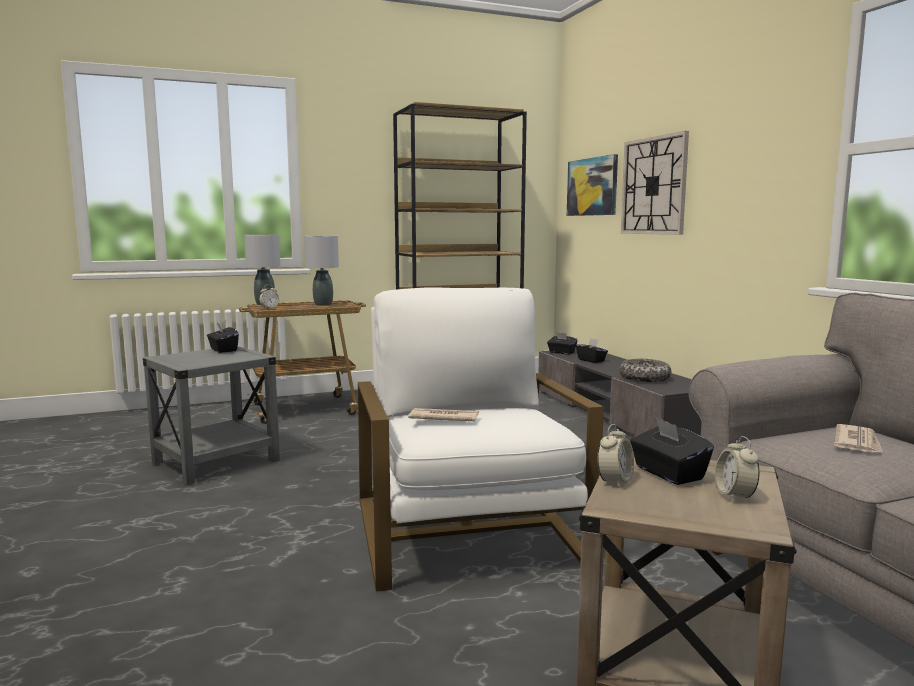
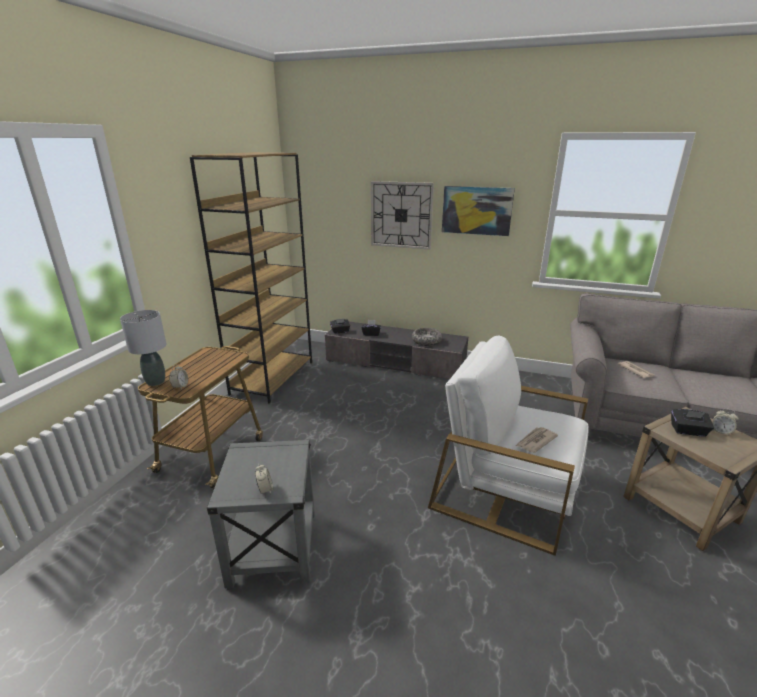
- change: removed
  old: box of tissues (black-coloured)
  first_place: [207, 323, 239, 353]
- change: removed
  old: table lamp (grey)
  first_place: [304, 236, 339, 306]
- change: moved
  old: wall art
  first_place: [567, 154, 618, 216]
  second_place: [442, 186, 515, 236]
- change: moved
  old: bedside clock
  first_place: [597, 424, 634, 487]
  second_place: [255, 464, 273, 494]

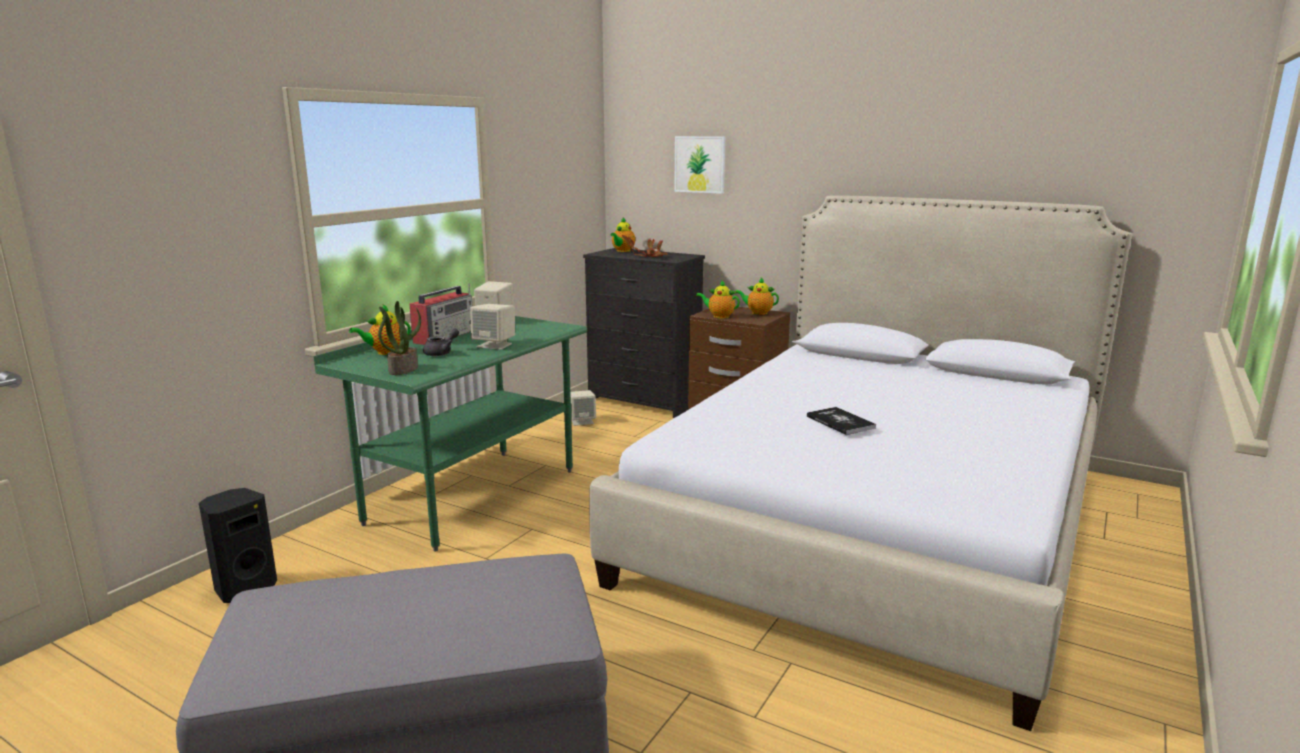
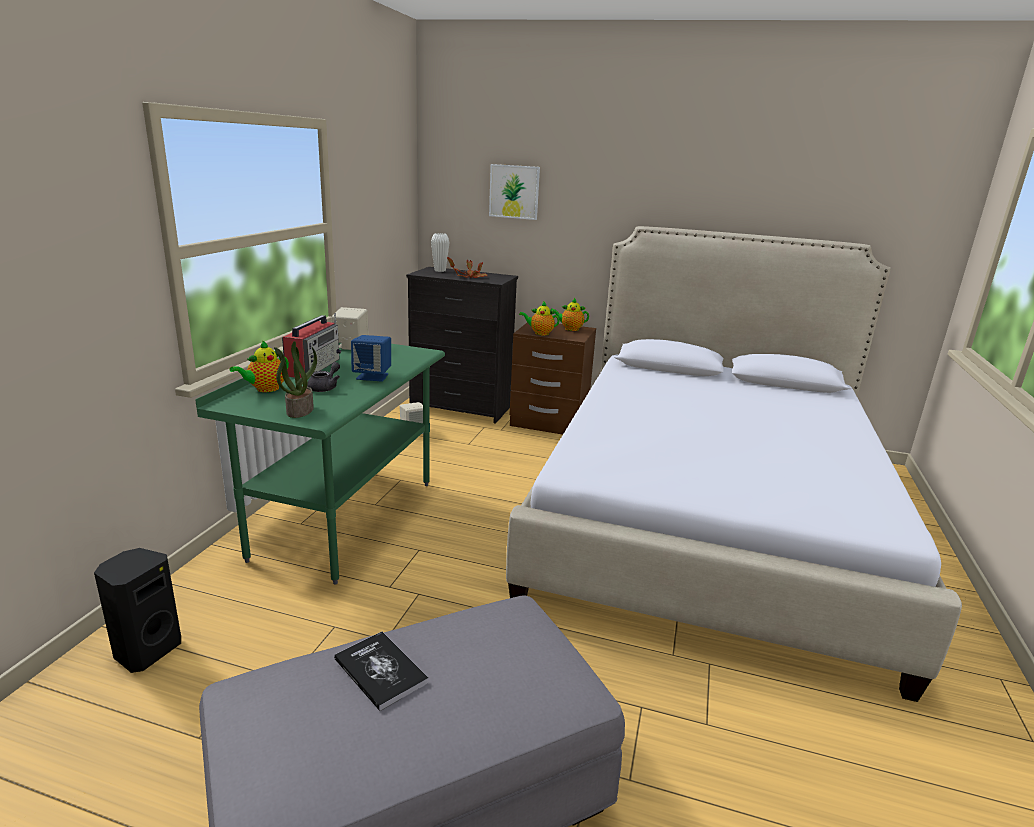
- change: moved
  old: volume
  first_place: [807, 407, 876, 435]
  second_place: [334, 632, 429, 711]
- change: replaced
  old: tea pot
  new: decorative vase (white)
  first_place: [611, 217, 635, 252]
  second_place: [431, 233, 450, 272]
- change: recoloured
  old: audio speaker (beige)
  new: audio speaker (blue)
  first_place: [470, 304, 515, 350]
  second_place: [351, 335, 391, 382]

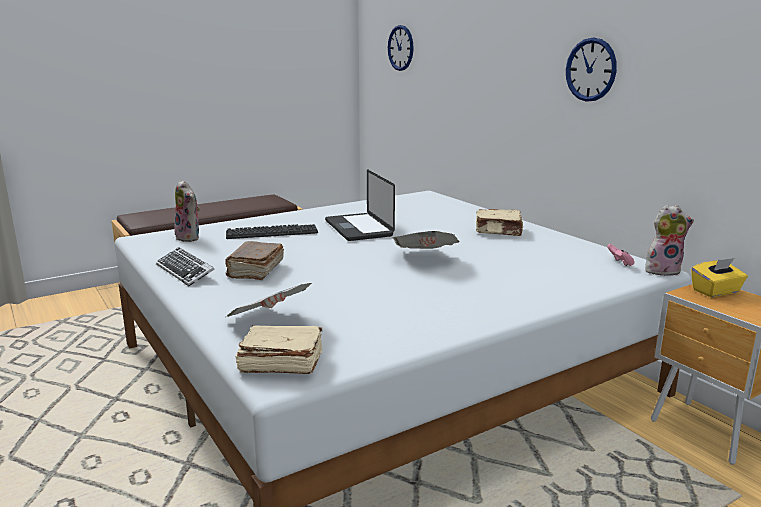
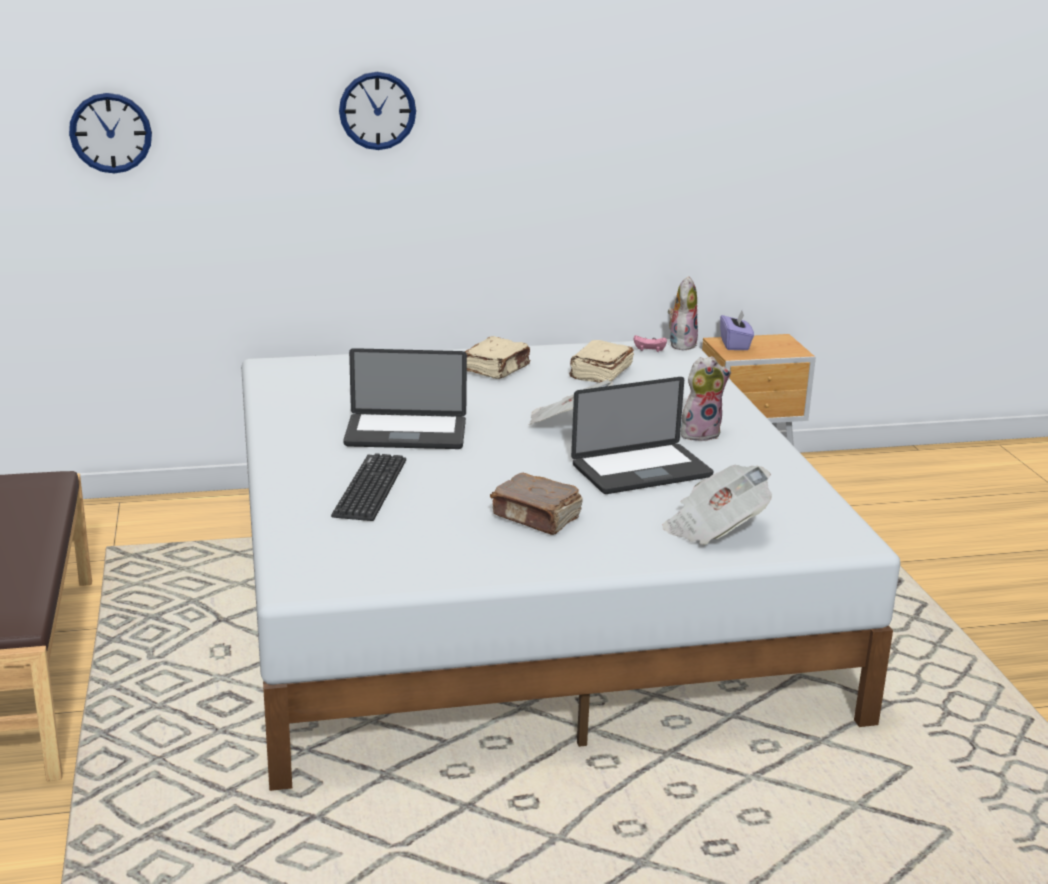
- change: removed
  old: PC keyboard
  first_place: [156, 247, 215, 286]
- change: added
  new: portable computer
  second_place: [571, 377, 713, 494]
- change: moved
  old: cuddly toy
  first_place: [174, 179, 200, 242]
  second_place: [681, 356, 731, 441]
- change: moved
  old: volume (beige)
  first_place: [235, 325, 323, 374]
  second_place: [569, 340, 634, 383]
- change: moved
  old: hanging clock
  first_place: [566, 38, 617, 102]
  second_place: [339, 72, 416, 150]
- change: recoloured
  old: box of tissues (yellow-coloured)
  new: box of tissues (purple-coloured)
  first_place: [691, 258, 748, 297]
  second_place: [720, 311, 754, 350]

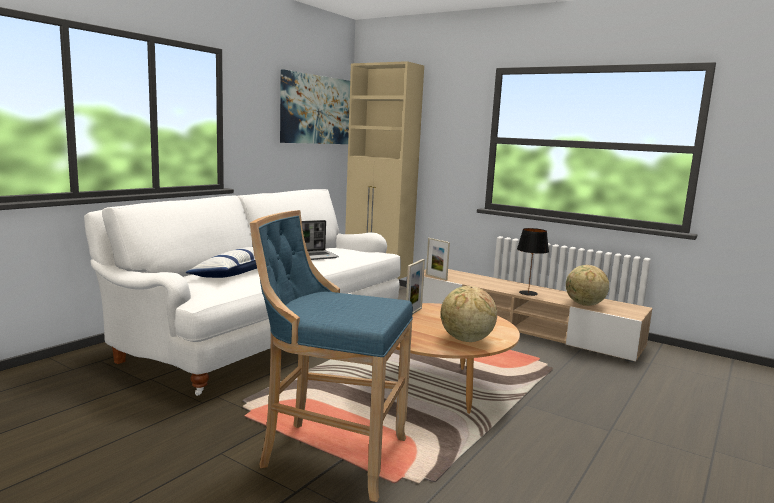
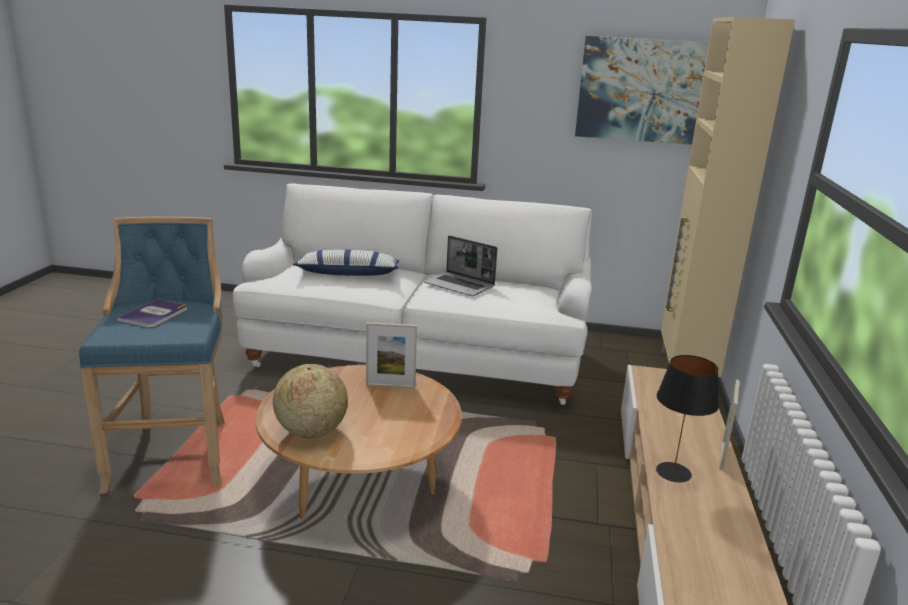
- change: removed
  old: desk globe
  first_place: [566, 265, 609, 306]
- change: added
  new: volume
  second_place: [117, 299, 187, 328]
- change: moved
  old: standing frame
  first_place: [426, 238, 450, 280]
  second_place: [719, 379, 740, 470]

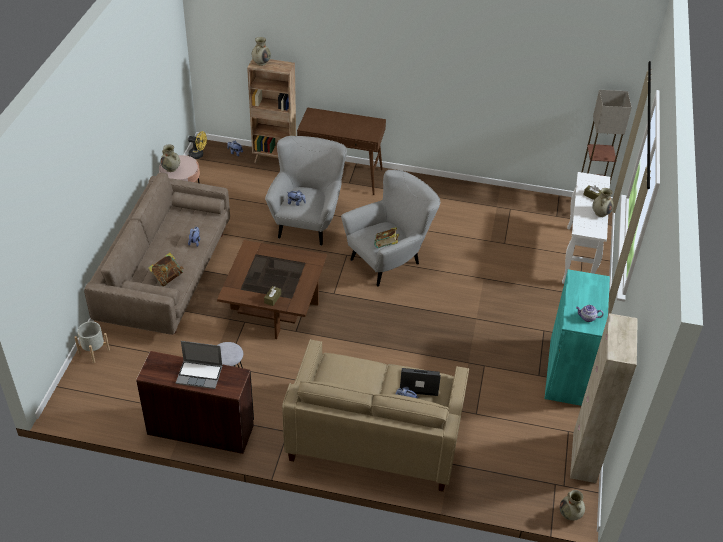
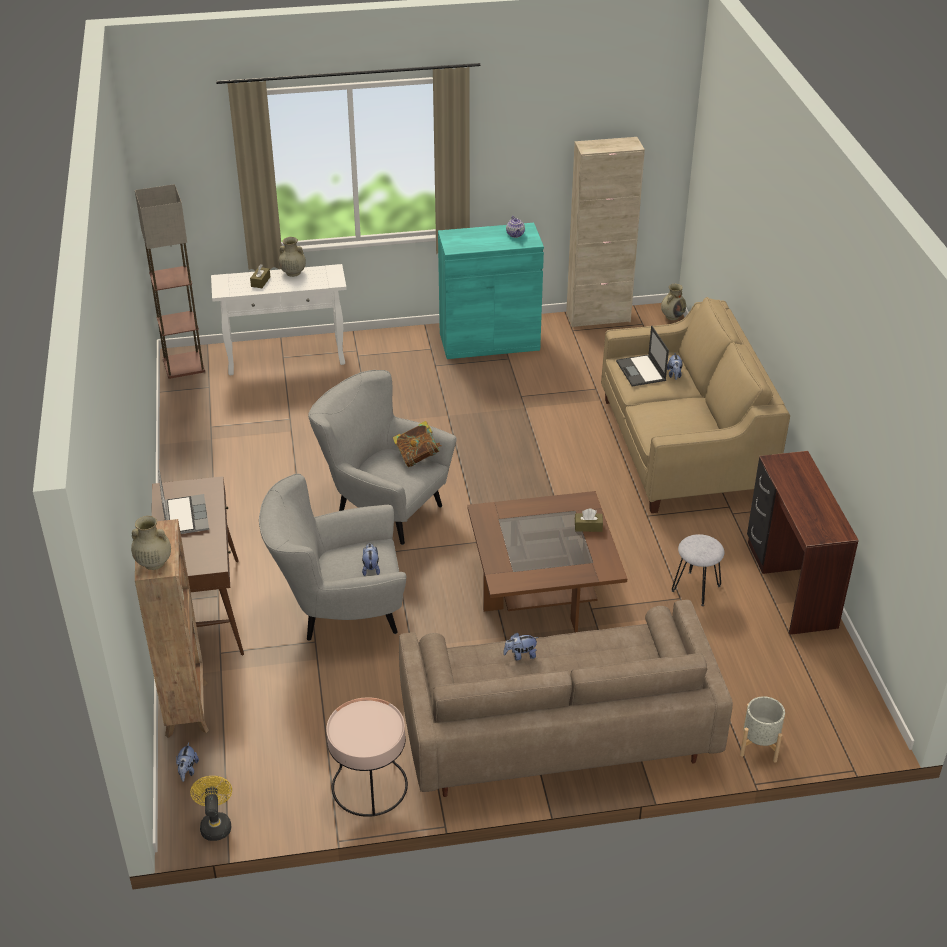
- change: removed
  old: volume
  first_place: [148, 253, 184, 286]
- change: removed
  old: decorative vase (beige)
  first_place: [161, 144, 180, 172]
- change: moved
  old: portable computer
  first_place: [176, 341, 222, 389]
  second_place: [158, 469, 209, 534]

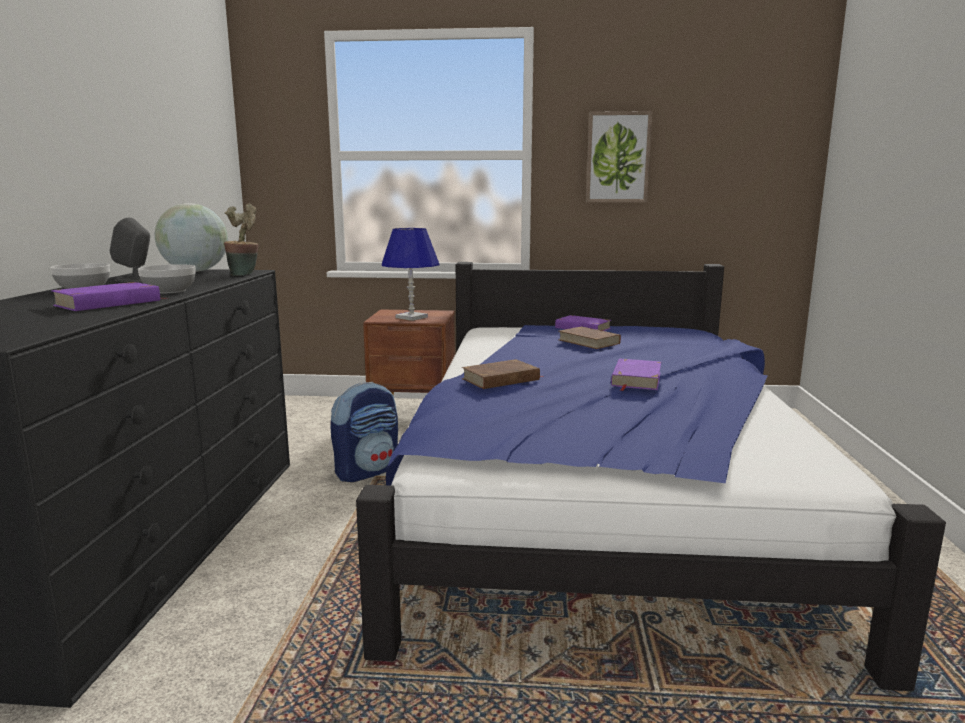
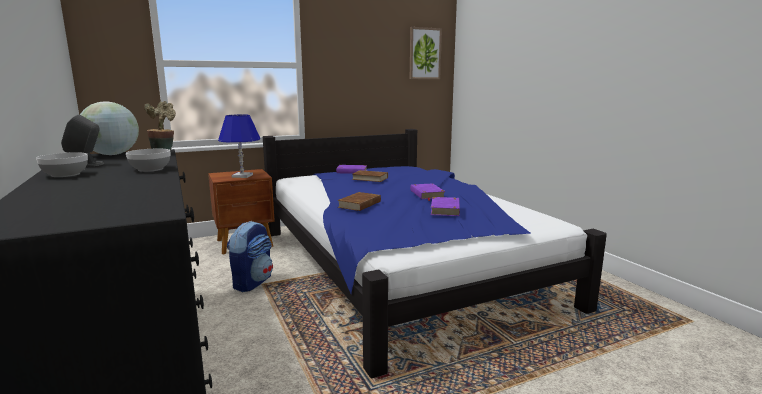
- change: moved
  old: volume (purple-coloured)
  first_place: [51, 282, 161, 311]
  second_place: [431, 197, 460, 216]
- change: moved
  old: wall art
  first_place: [586, 111, 652, 203]
  second_place: [410, 27, 442, 79]

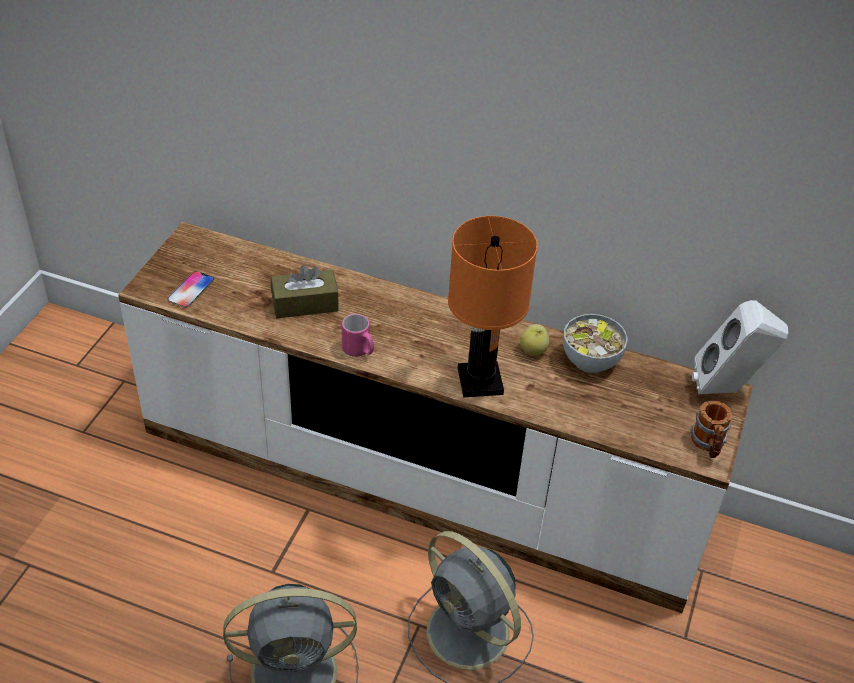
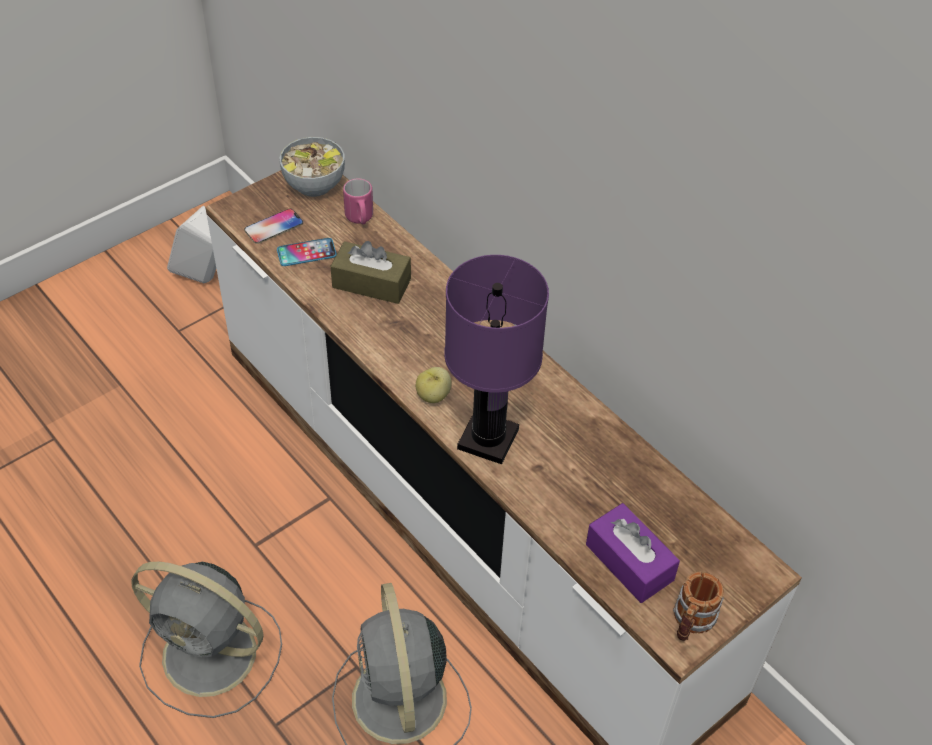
- change: added
  new: phone
  second_place: [277, 238, 337, 266]
- change: added
  new: box of tissues (purple-coloured)
  second_place: [586, 503, 680, 603]
- change: moved
  old: coffee mug (pink)
  first_place: [342, 314, 374, 357]
  second_place: [343, 179, 373, 224]
- change: moved
  old: apple
  first_place: [520, 324, 550, 355]
  second_place: [416, 367, 451, 403]
- change: moved
  old: deep dish
  first_place: [563, 314, 628, 373]
  second_place: [279, 137, 345, 197]
- change: moved
  old: audio speaker (white)
  first_place: [692, 300, 788, 395]
  second_place: [167, 206, 216, 283]
- change: recoloured
  old: table lamp (orangey)
  new: table lamp (purple-coloured)
  first_place: [448, 216, 538, 397]
  second_place: [445, 255, 549, 464]

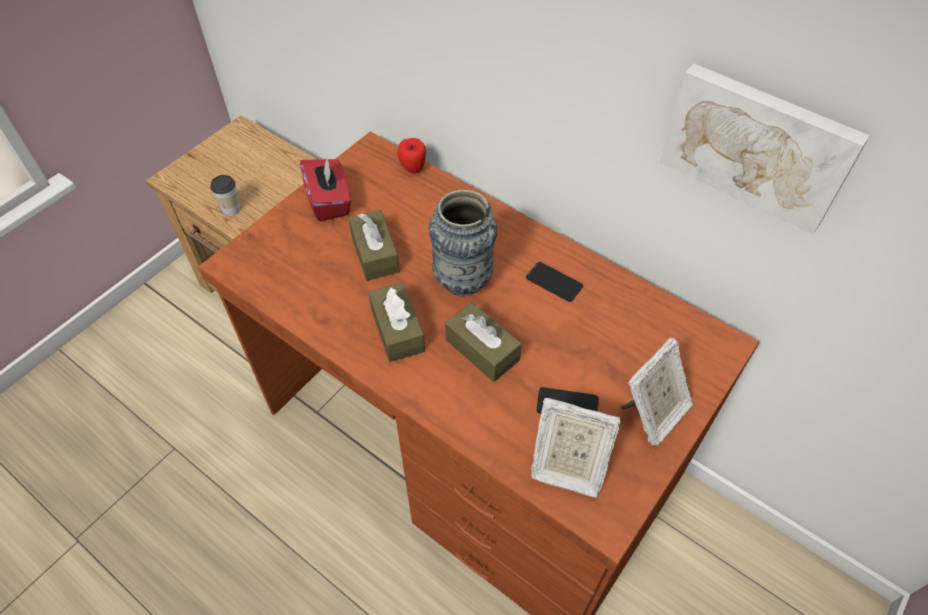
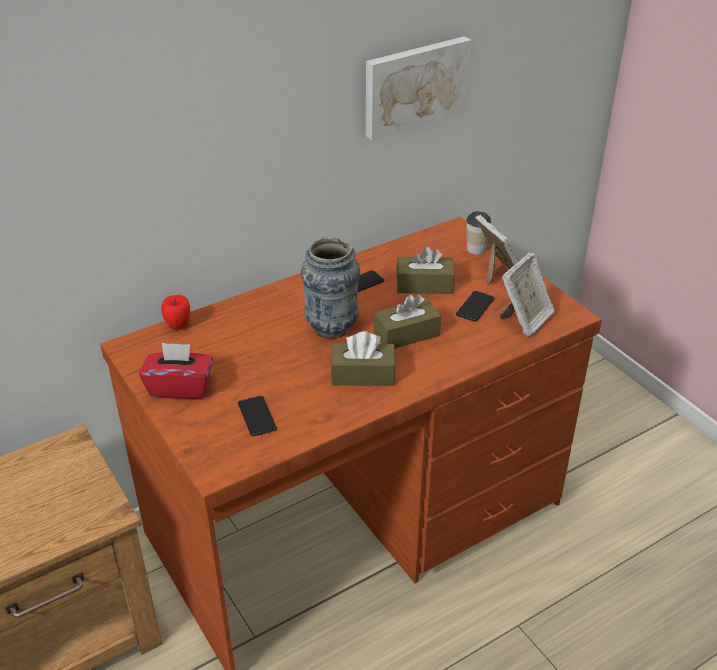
- change: added
  new: phone
  second_place: [238, 396, 277, 436]
- change: moved
  old: small cup
  first_place: [210, 175, 241, 216]
  second_place: [466, 211, 491, 254]
- change: moved
  old: box of tissues (brown-coloured)
  first_place: [348, 209, 400, 281]
  second_place: [397, 247, 455, 294]

